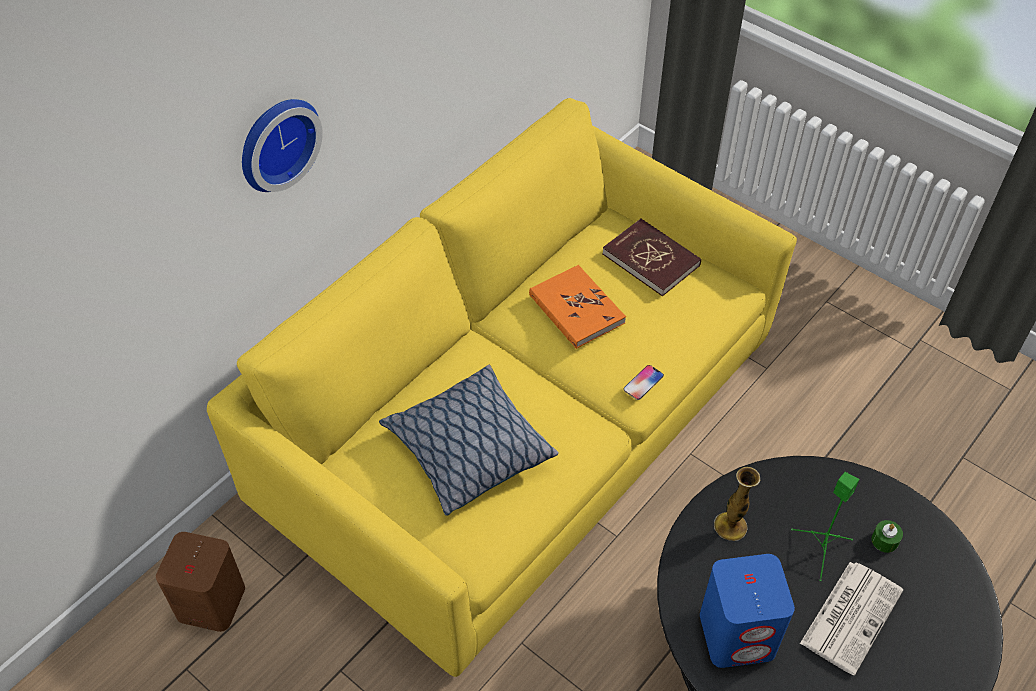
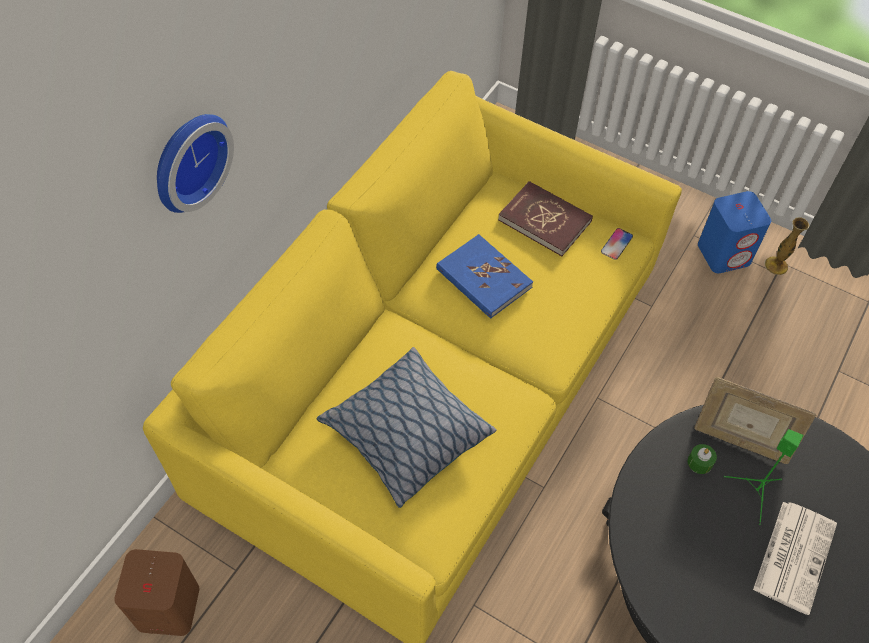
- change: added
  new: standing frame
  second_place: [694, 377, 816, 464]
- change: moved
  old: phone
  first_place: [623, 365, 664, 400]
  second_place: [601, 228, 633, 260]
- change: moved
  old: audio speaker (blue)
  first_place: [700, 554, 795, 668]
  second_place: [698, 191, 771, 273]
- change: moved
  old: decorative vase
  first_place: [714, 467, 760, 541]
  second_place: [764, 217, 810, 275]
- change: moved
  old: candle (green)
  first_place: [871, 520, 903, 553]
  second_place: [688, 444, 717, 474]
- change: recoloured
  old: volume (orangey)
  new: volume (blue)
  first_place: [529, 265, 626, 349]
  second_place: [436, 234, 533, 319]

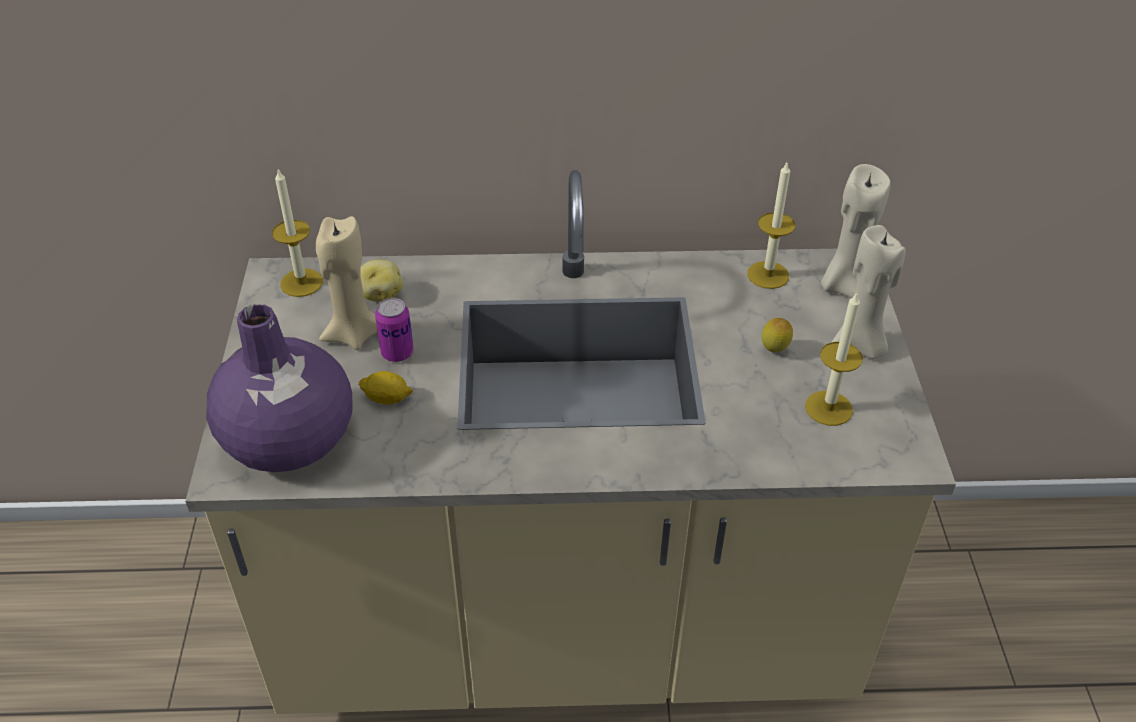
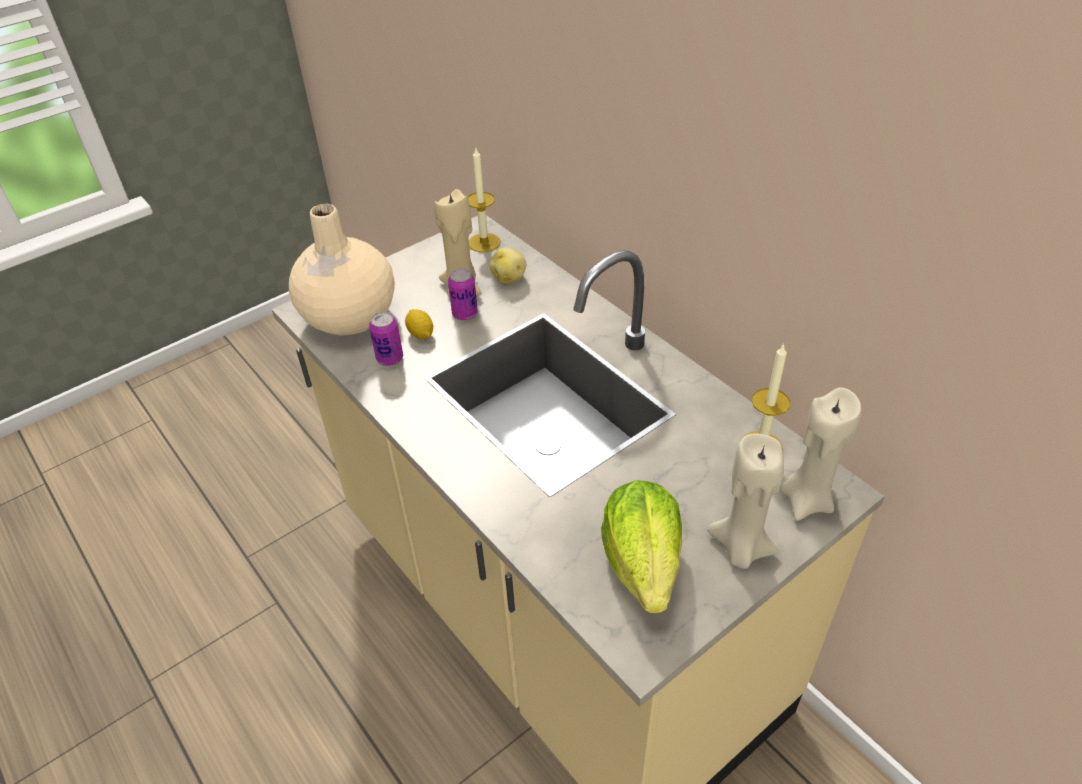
- change: removed
  old: lemon
  first_place: [761, 318, 793, 352]
- change: added
  new: metal can
  second_place: [369, 312, 403, 366]
- change: replaced
  old: candle
  new: lettuce
  first_place: [805, 292, 863, 426]
  second_place: [601, 480, 682, 613]
- change: recoloured
  old: decorative vase (purple-coloured)
  new: decorative vase (beige)
  first_place: [206, 304, 352, 472]
  second_place: [289, 204, 395, 336]

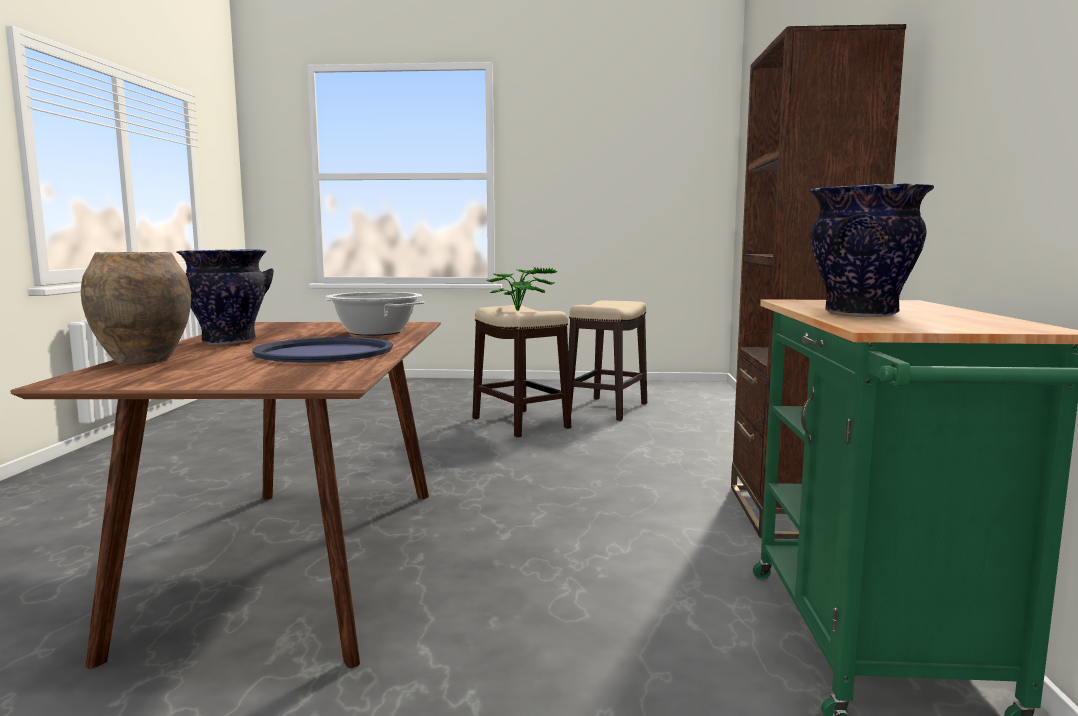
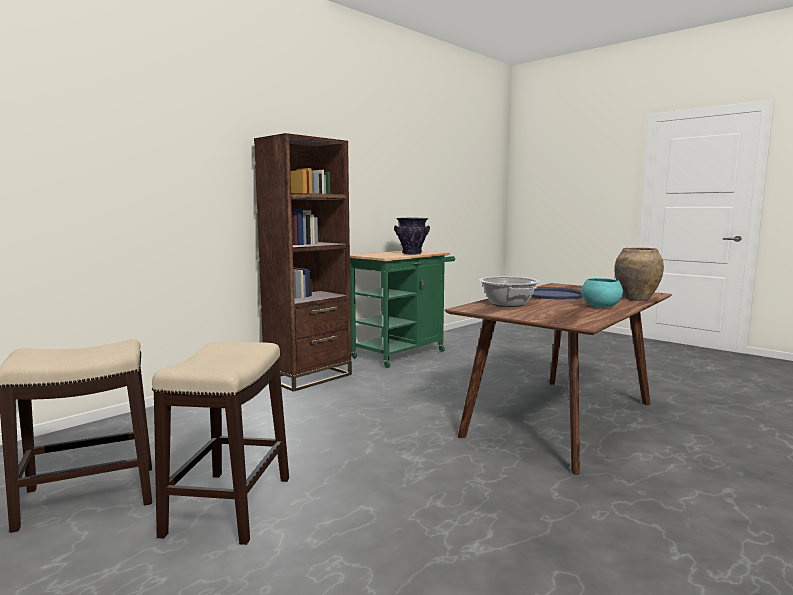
- change: removed
  old: houseplant
  first_place: [487, 267, 557, 311]
- change: replaced
  old: decorative vase
  new: deep dish (turquoise)
  first_place: [177, 249, 274, 345]
  second_place: [581, 278, 623, 308]

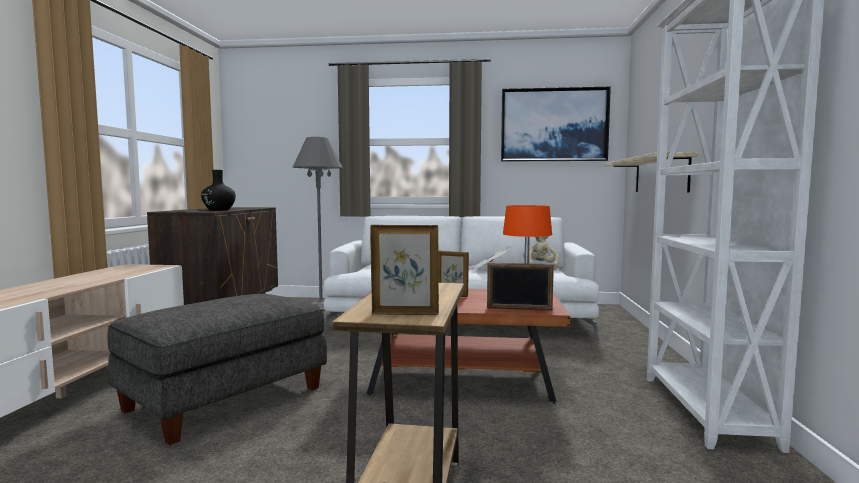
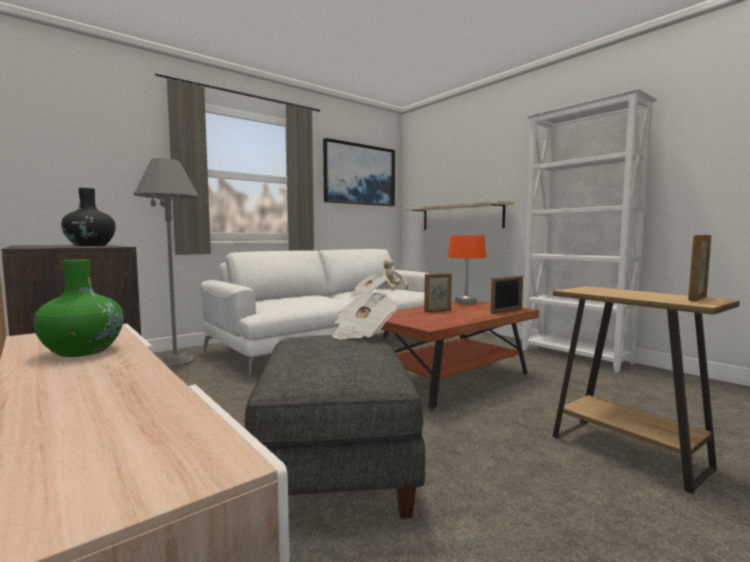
- change: added
  new: decorative vase (green)
  second_place: [33, 259, 124, 357]
- change: added
  new: daily paper
  second_place: [332, 292, 397, 339]

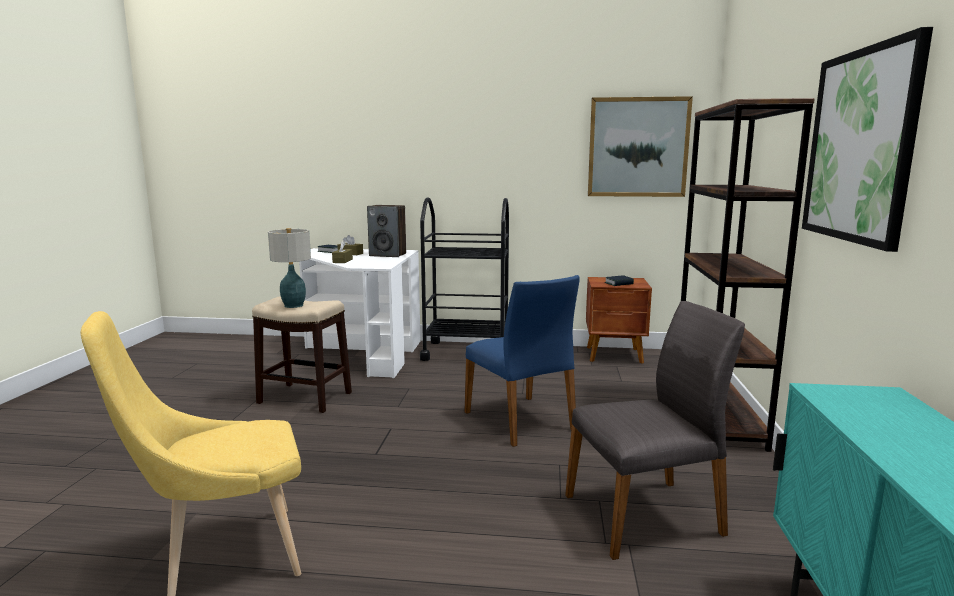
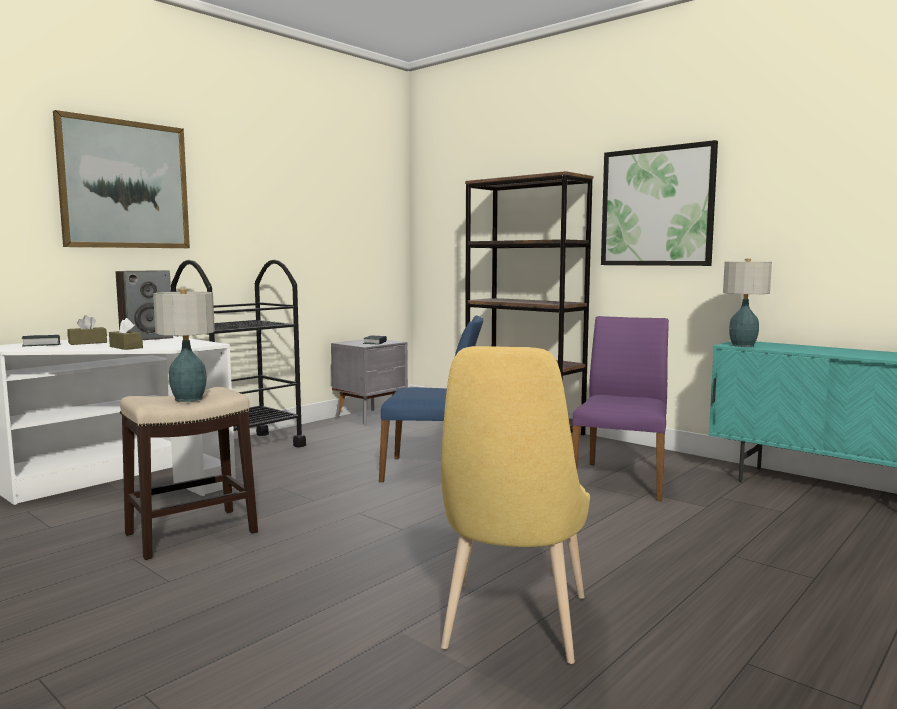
- change: added
  new: table lamp
  second_place: [723, 258, 772, 347]
- change: moved
  old: wall art
  first_place: [588, 96, 693, 197]
  second_place: [53, 110, 190, 248]
- change: recoloured
  old: chair (grey)
  new: chair (purple-coloured)
  first_place: [565, 301, 745, 560]
  second_place: [572, 316, 669, 501]
- change: recoloured
  old: nightstand (brown-coloured)
  new: nightstand (grey)
  first_place: [586, 277, 652, 364]
  second_place: [331, 339, 408, 425]

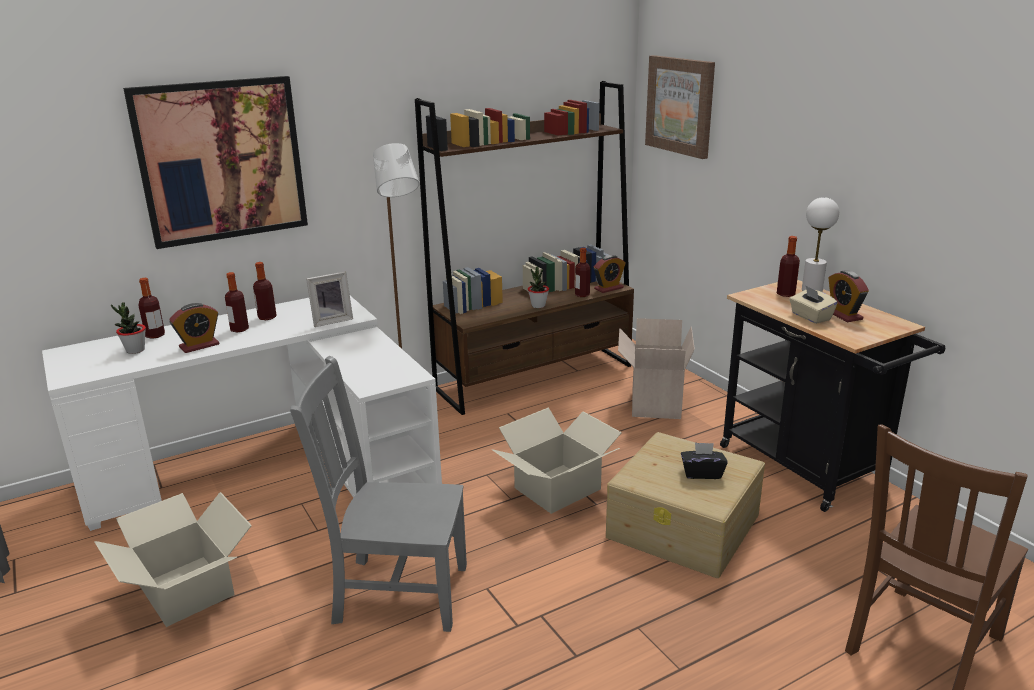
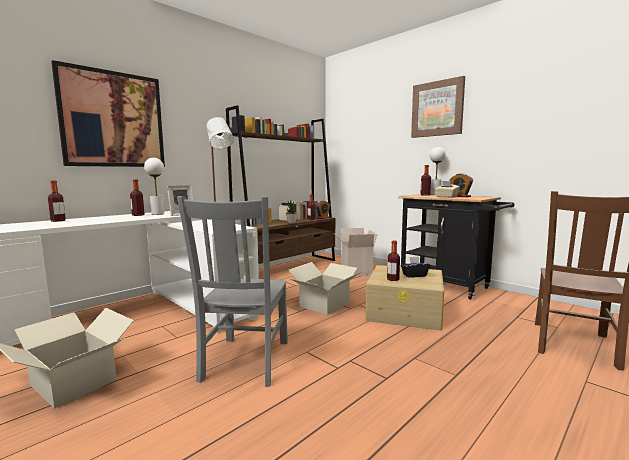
- change: removed
  old: houseplant
  first_place: [111, 302, 146, 354]
- change: removed
  old: bedside clock
  first_place: [169, 303, 220, 353]
- change: added
  new: table lamp (white)
  second_place: [144, 158, 164, 215]
- change: moved
  old: drink bottle
  first_place: [225, 272, 249, 333]
  second_place: [387, 240, 400, 281]
- change: moved
  old: wall art
  first_place: [645, 55, 715, 159]
  second_place: [411, 76, 465, 138]
- change: turned
  old: chair (grey)
  first_place: [290, 356, 467, 632]
  second_place: [177, 196, 288, 387]
  degrees: -75

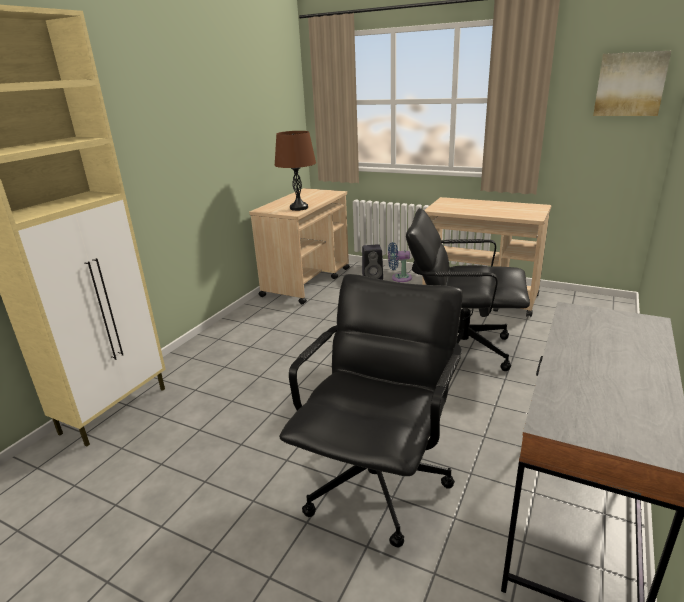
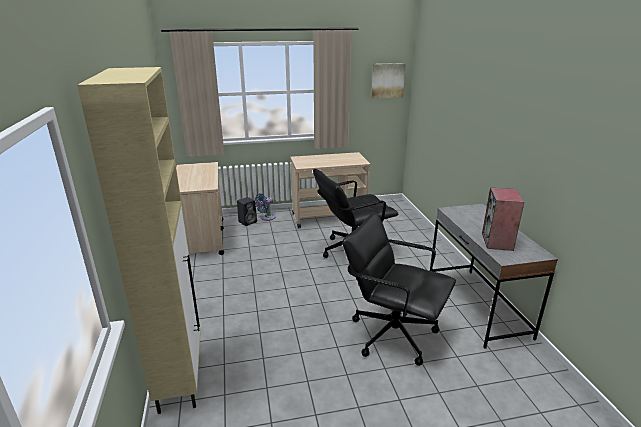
- change: removed
  old: table lamp (brown-coloured)
  first_place: [275, 131, 316, 211]
- change: added
  new: audio speaker
  second_place: [482, 188, 524, 251]
- change: turned
  old: desk chair (black-coloured)
  first_place: [279, 274, 463, 548]
  second_place: [342, 212, 456, 366]
  degrees: -45

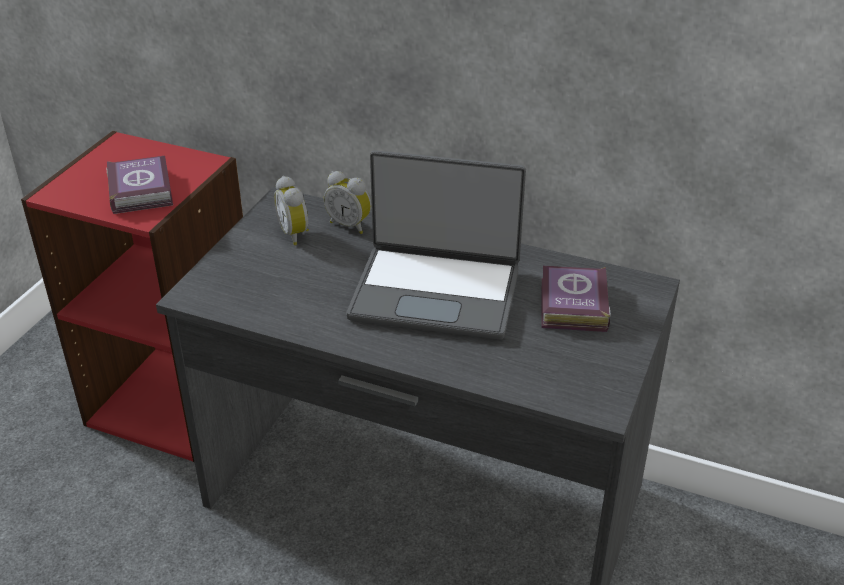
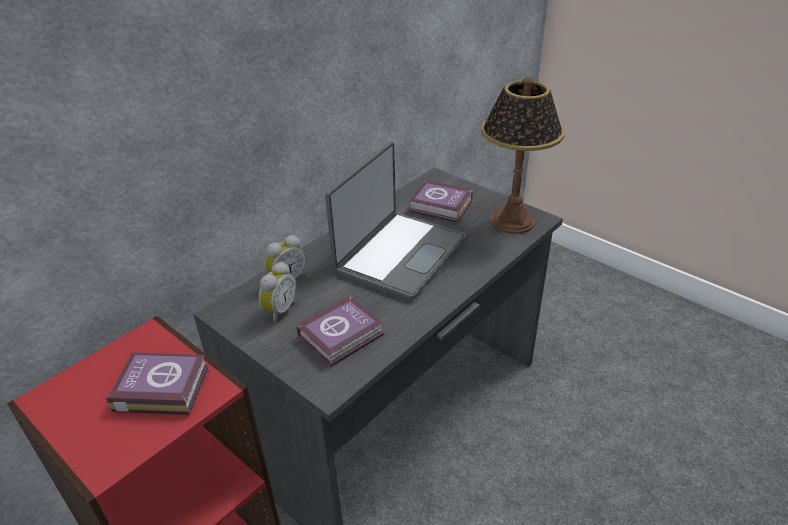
- change: added
  new: volume
  second_place: [296, 295, 384, 367]
- change: added
  new: table lamp
  second_place: [481, 76, 565, 234]
- change: turned
  old: bedside clock
  first_place: [274, 176, 309, 245]
  second_place: [259, 262, 296, 323]
  degrees: -60

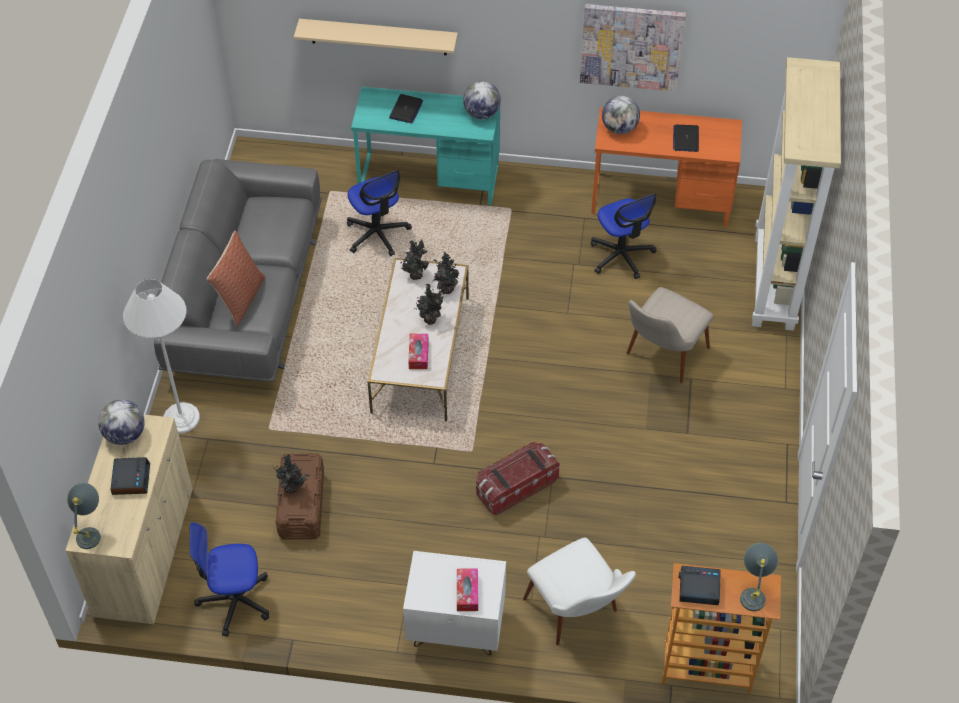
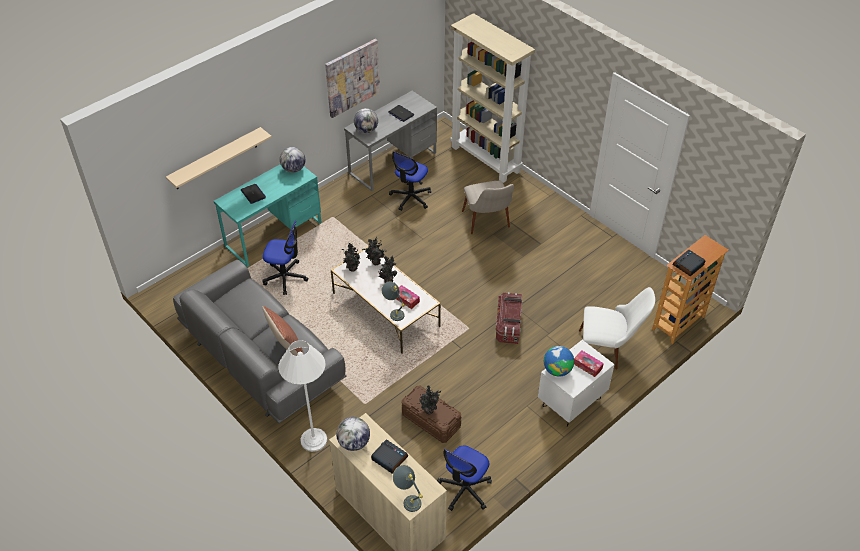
- change: added
  new: desk globe
  second_place: [544, 346, 574, 377]
- change: moved
  old: table lamp (grey)
  first_place: [740, 543, 778, 611]
  second_place: [381, 282, 405, 321]
- change: recoloured
  old: desk (orangey)
  new: desk (grey)
  first_place: [591, 107, 742, 227]
  second_place: [344, 91, 437, 191]
- change: turned
  old: desk chair
  first_place: [591, 193, 657, 279]
  second_place: [389, 151, 431, 211]
  degrees: 105

